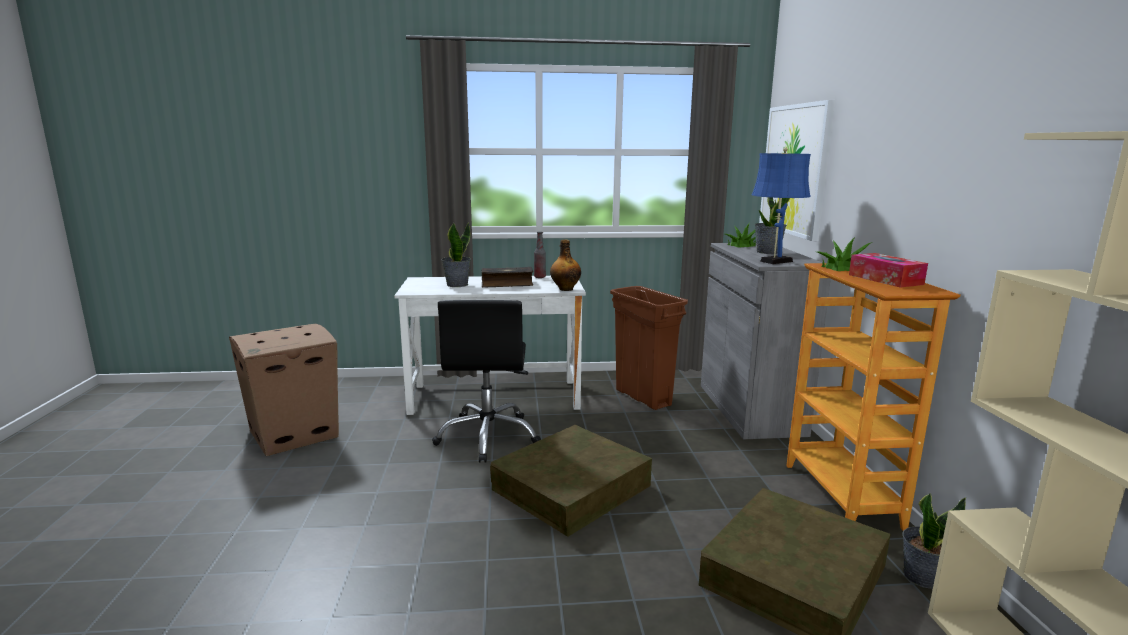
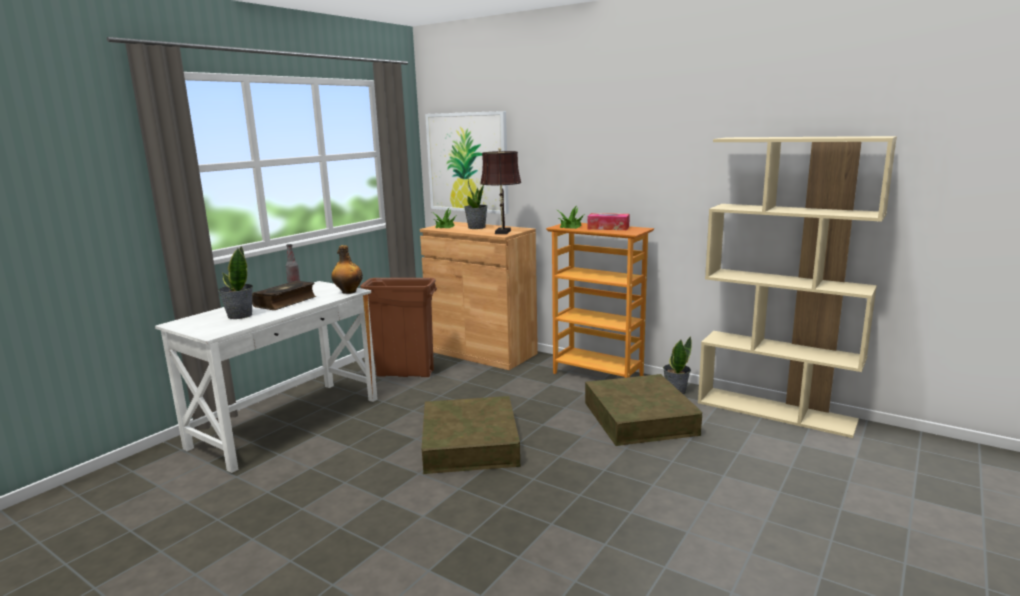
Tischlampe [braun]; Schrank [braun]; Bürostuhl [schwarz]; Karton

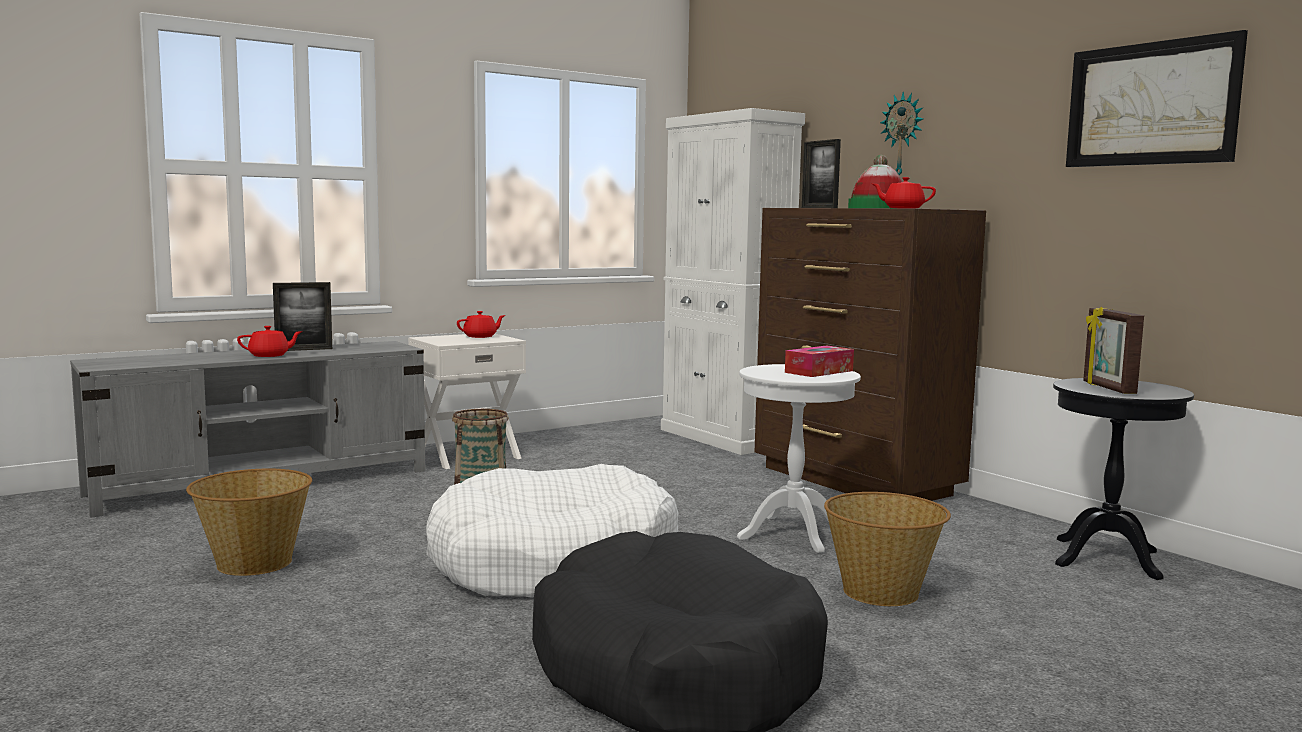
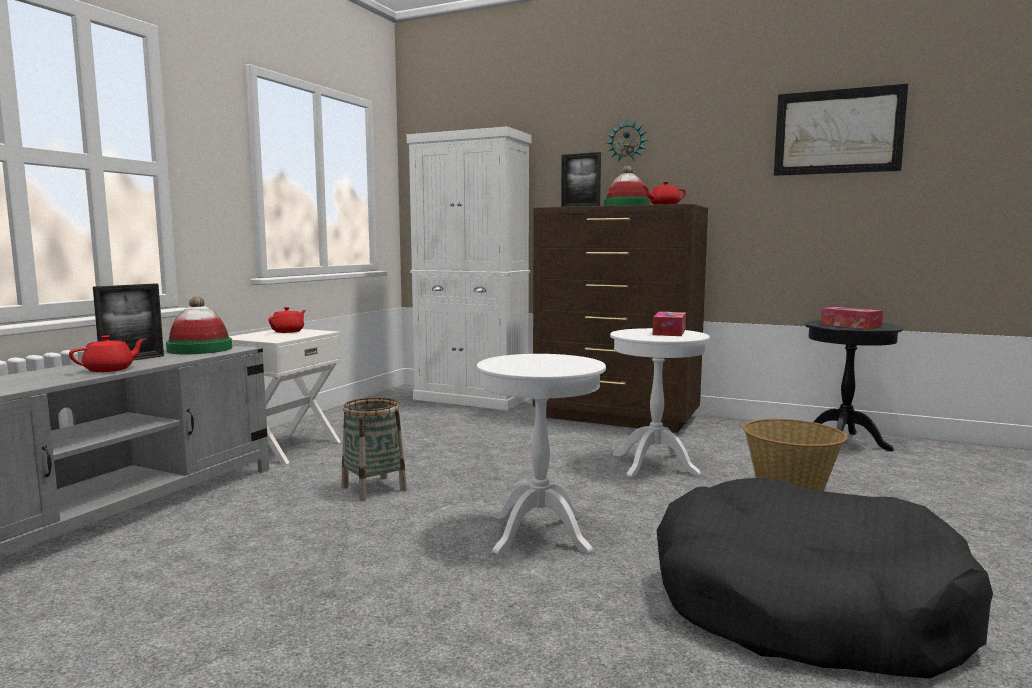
Taschentuchbox (2nd from left); Beistelltisch [weiß] (1st from left); Korb (1st from left in the first image); Hut (1st from left)

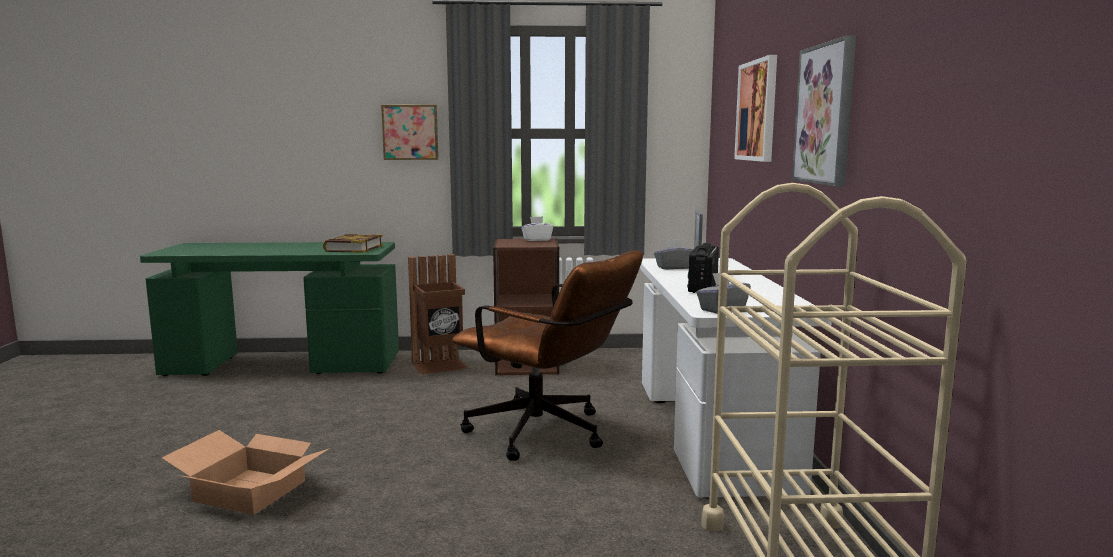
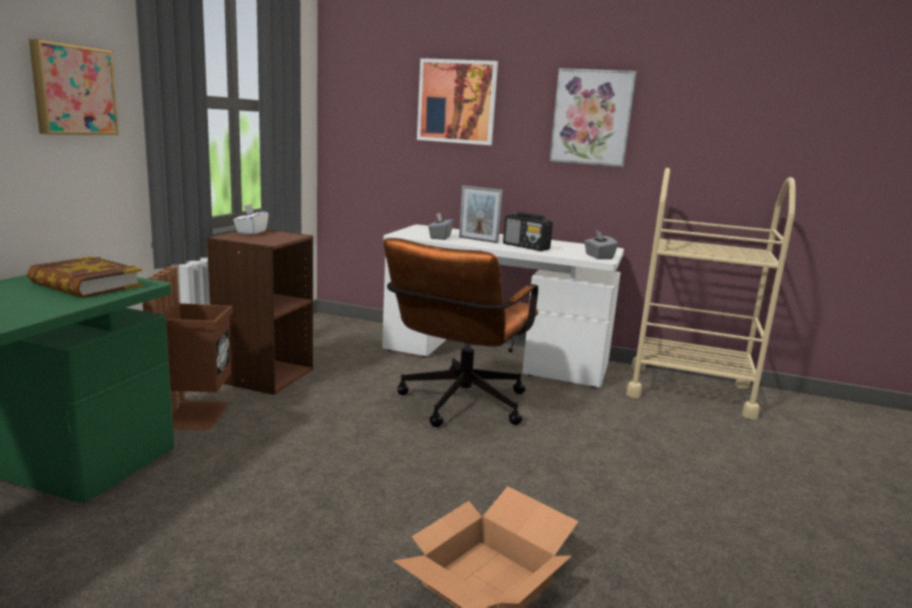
Bürostuhl [braun]

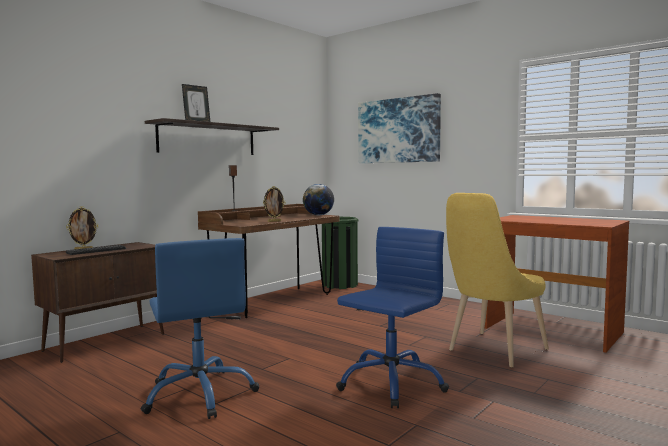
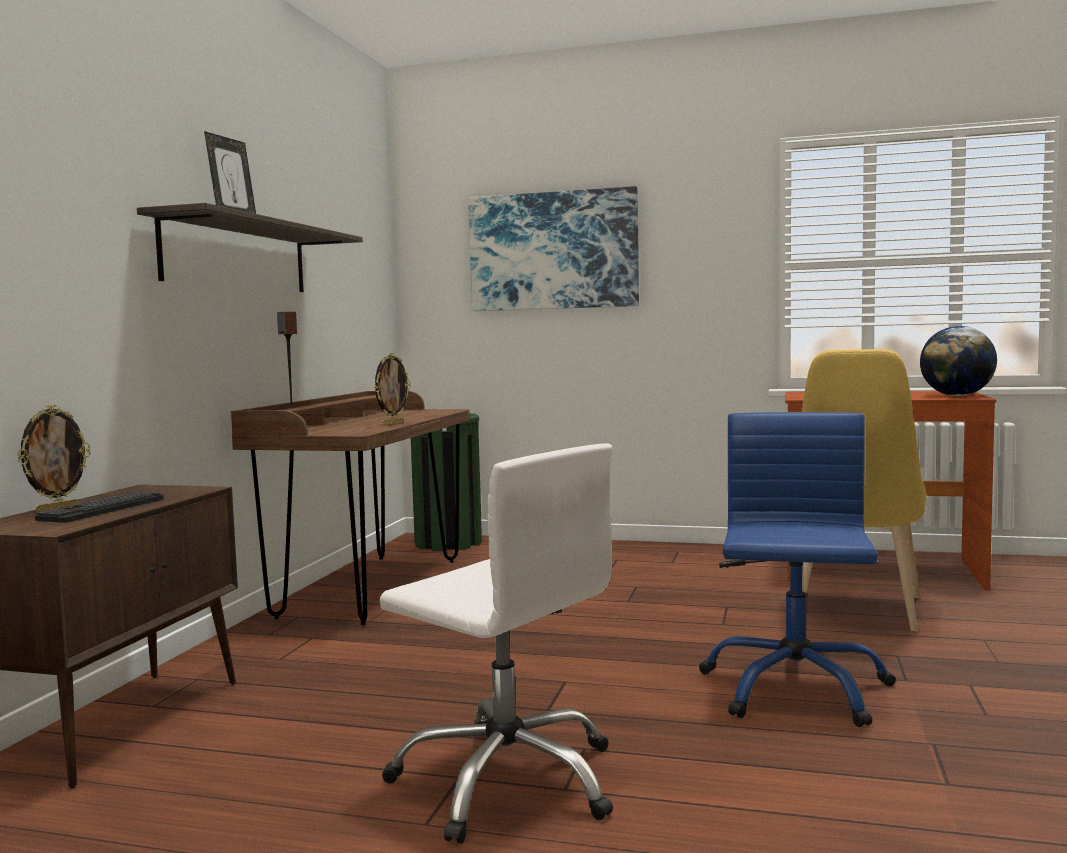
Globus; Bürostuhl [weiß]

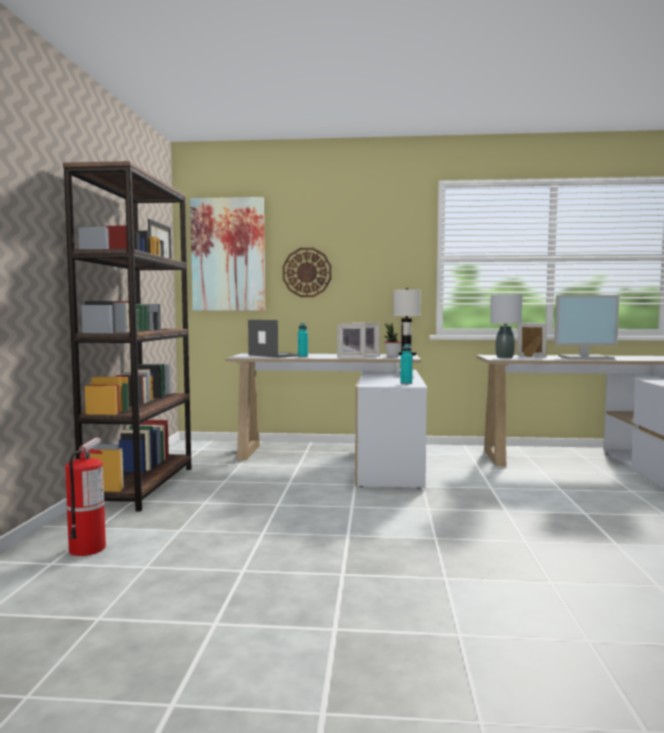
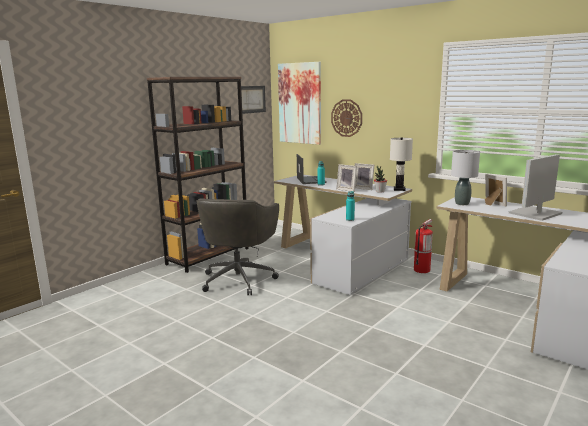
Monitor; Feuerlöscher; Bürostuhl [grau]

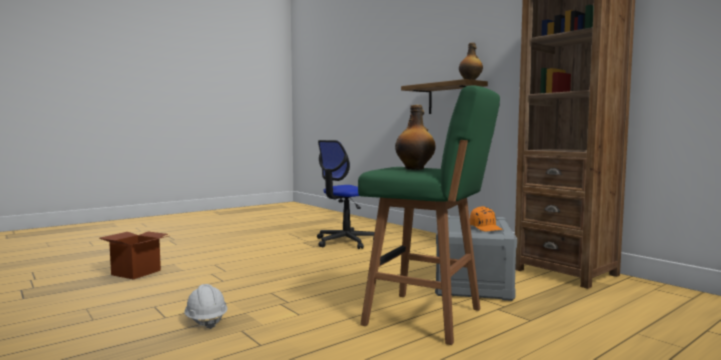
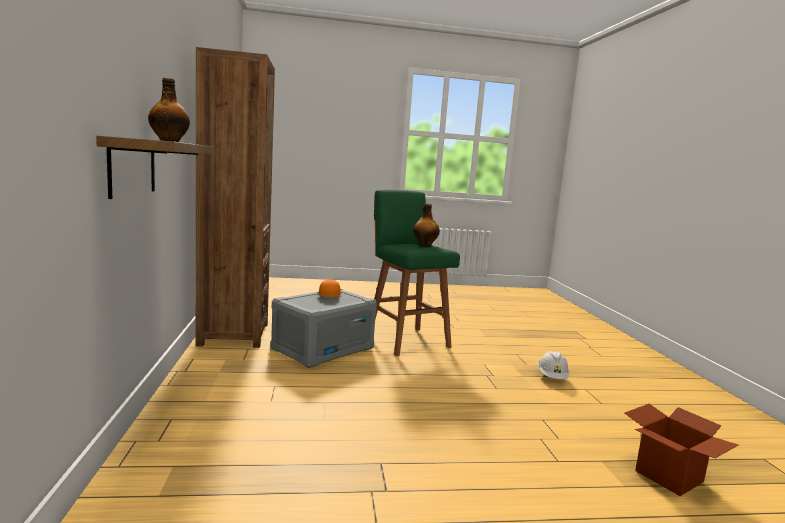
Bürostuhl

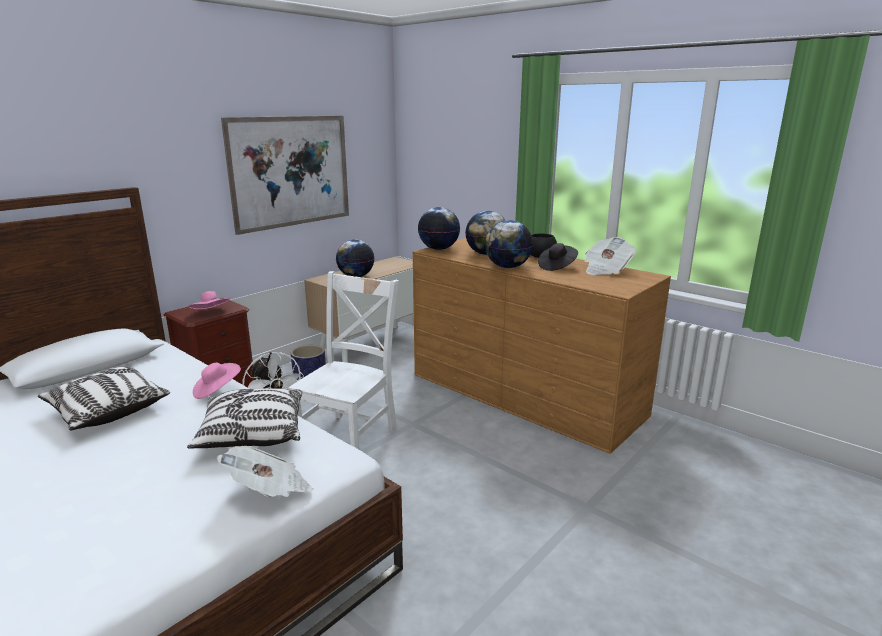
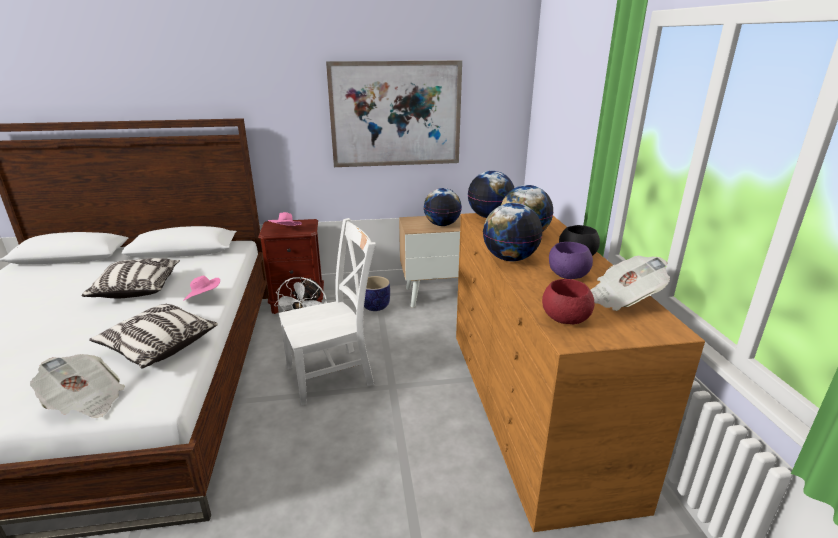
Schüssel [lila]; Schüssel [rot]

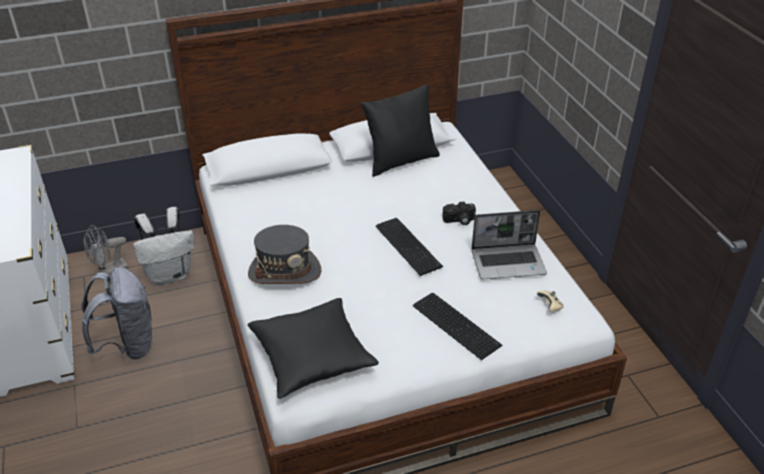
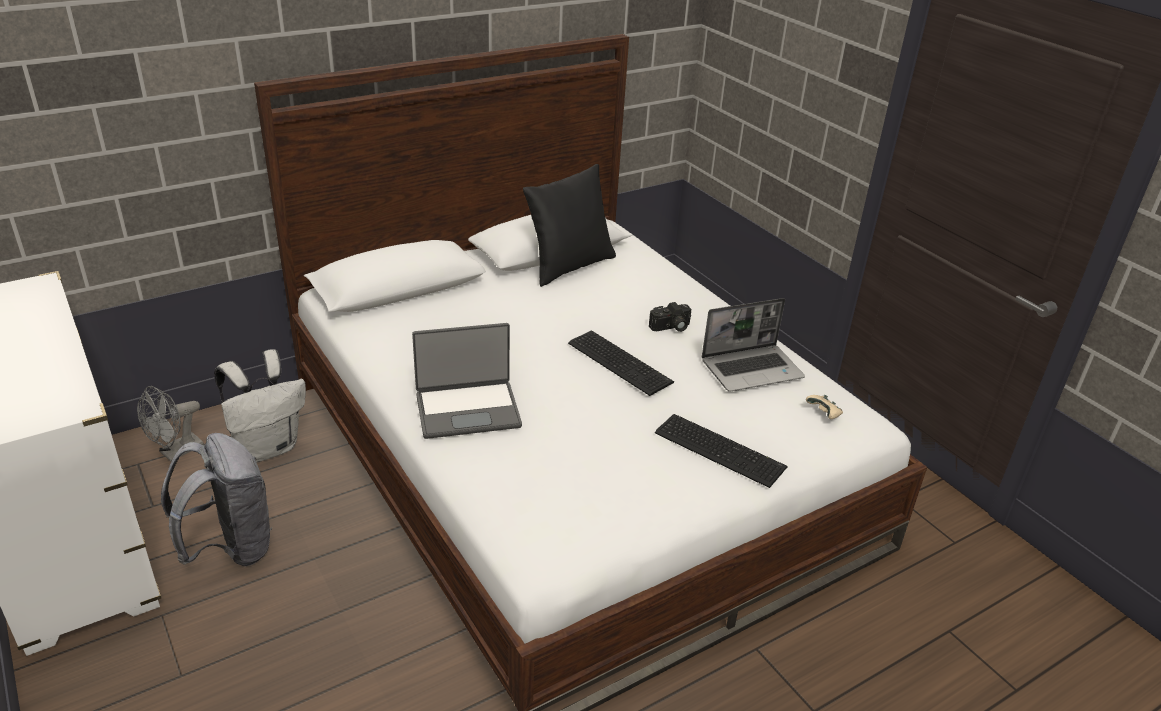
Laptop (1st from left); Kissen [schwarz] (1st from left in the first image)

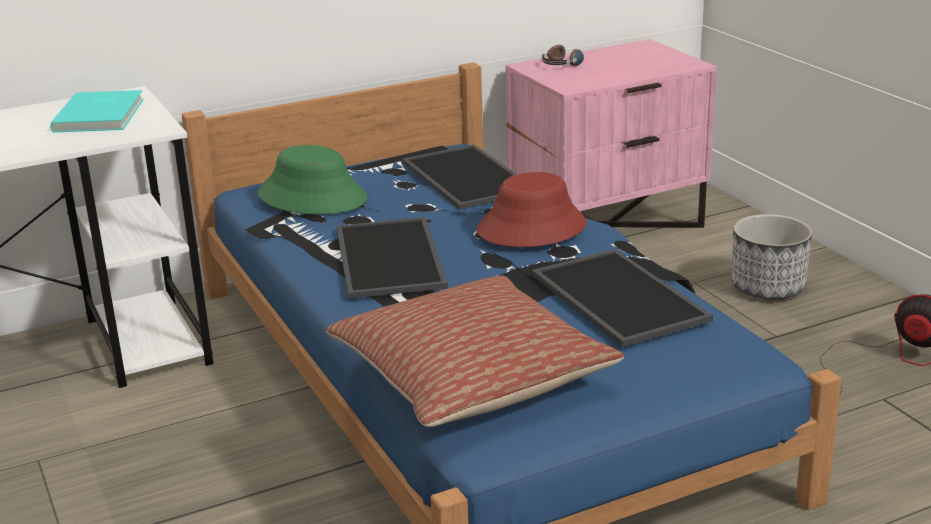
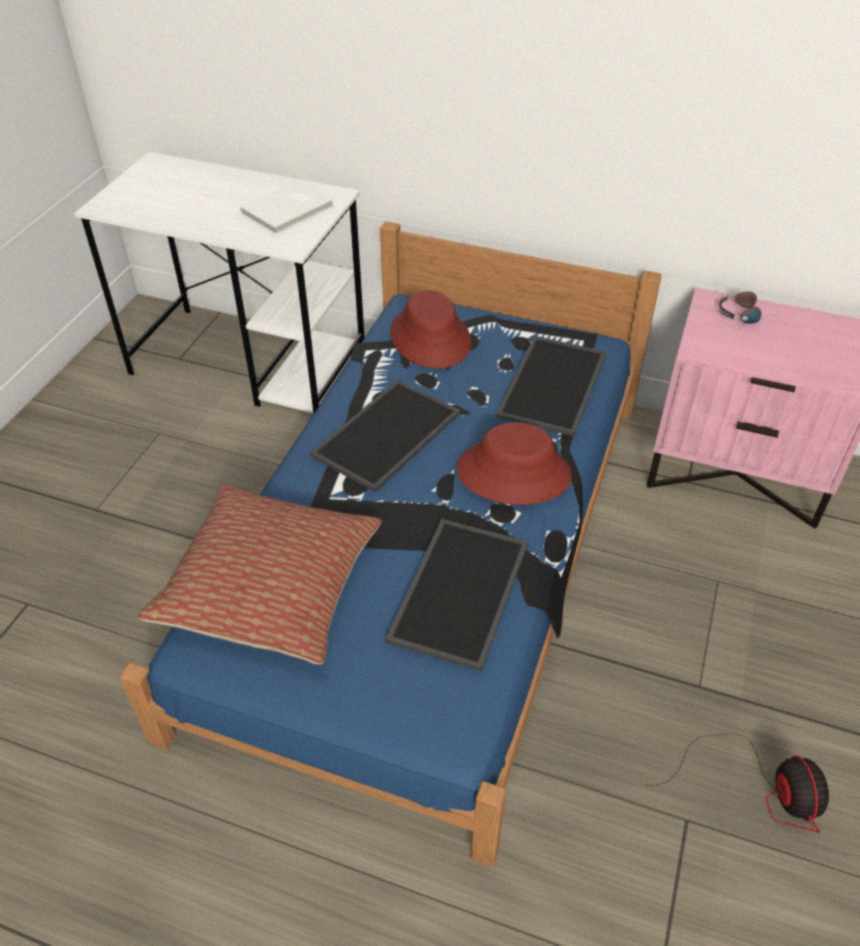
Buch [weiß]; Hut [rot] (1st from left); Pflanzkübel

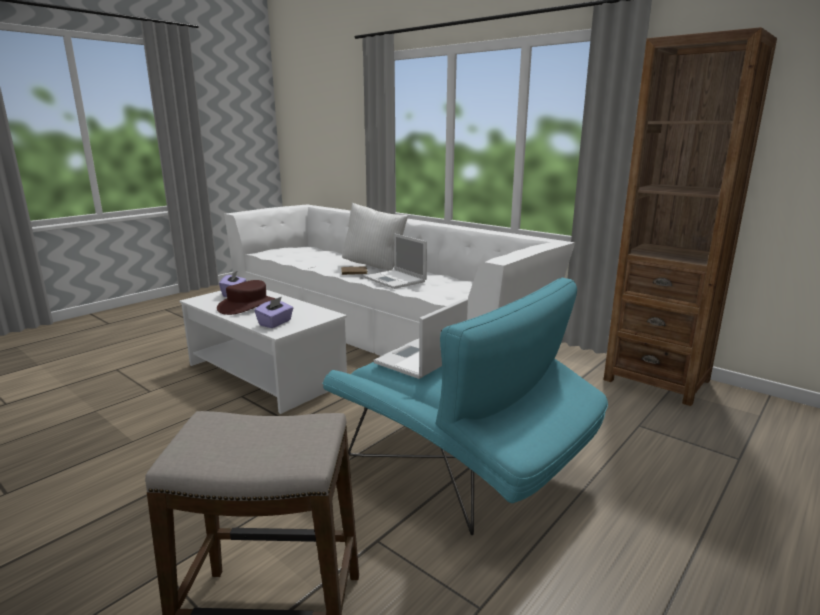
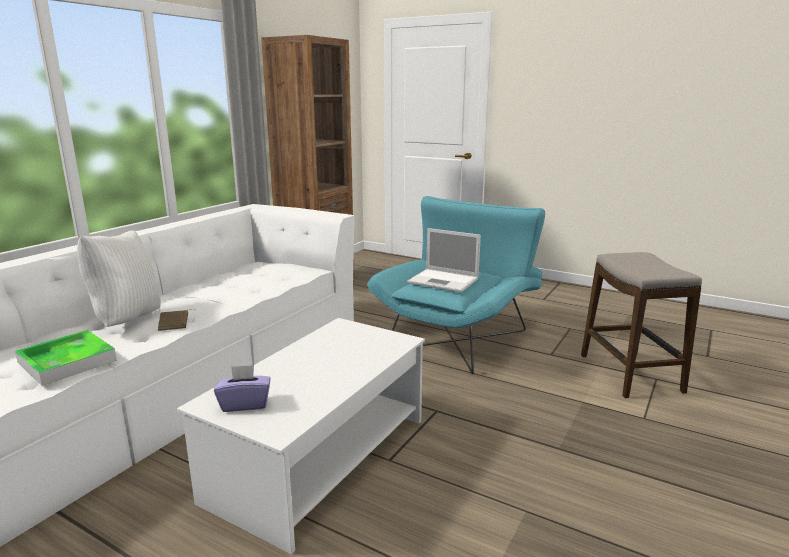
Laptop (1st from left in the first image); Hut [braun]; Taschentuchbox [lila] (2nd from left in the first image); Tablett

